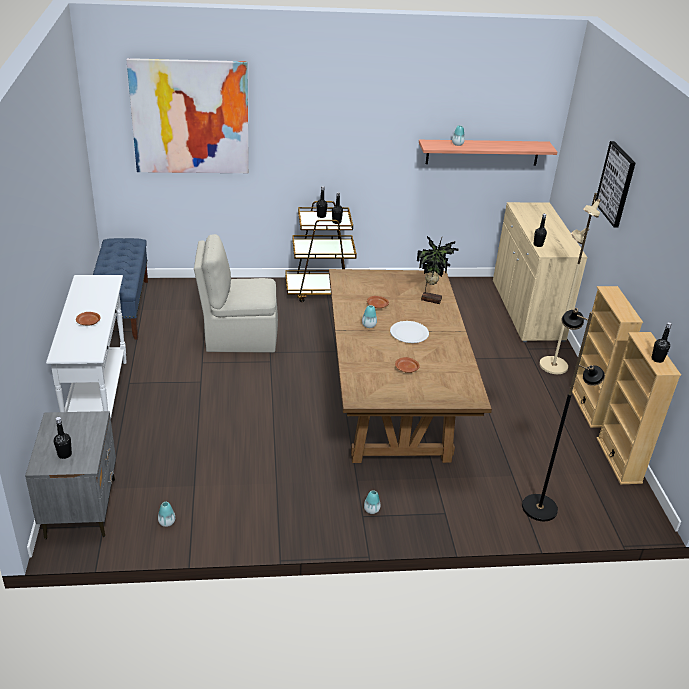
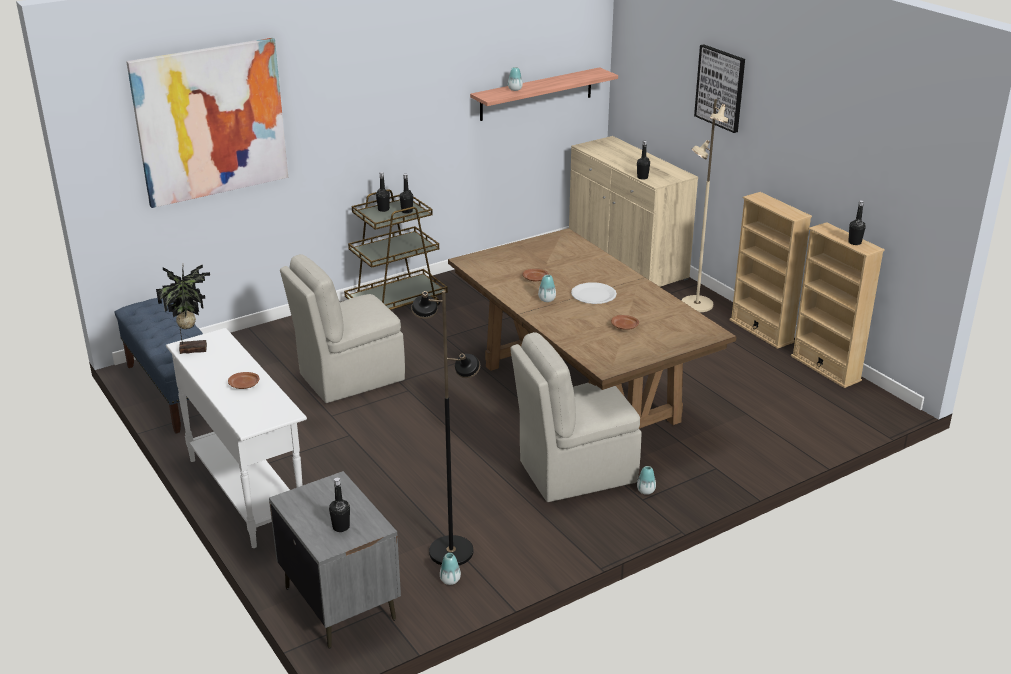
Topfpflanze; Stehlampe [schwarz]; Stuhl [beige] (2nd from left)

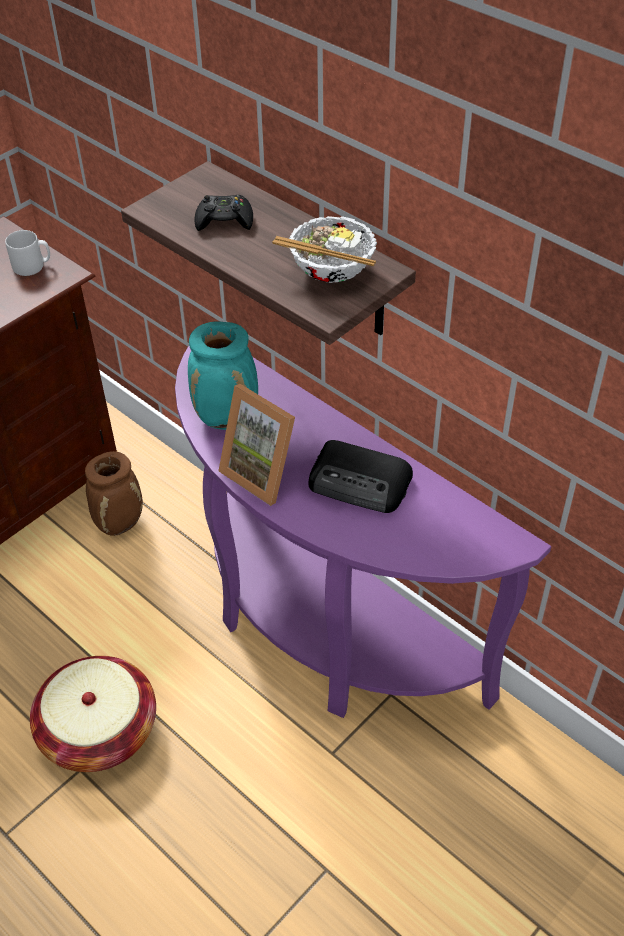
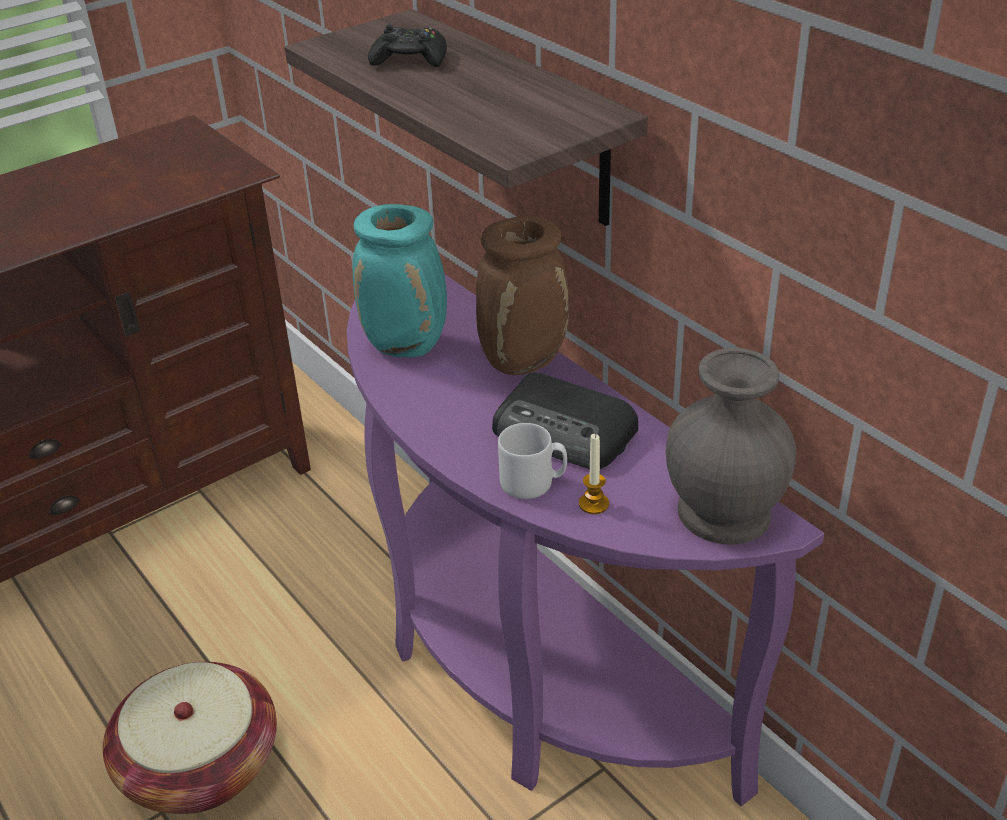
Schüssel; Henkelbecher [grau]; Bilderrahmen; Vase [braun]; Vase [grau]; Kerze

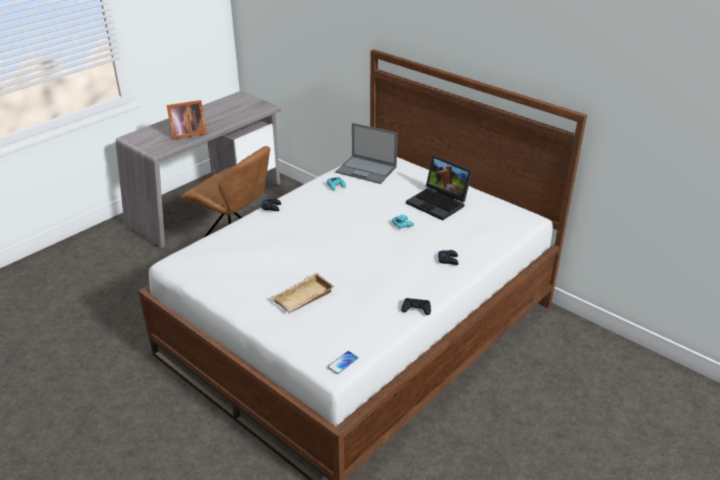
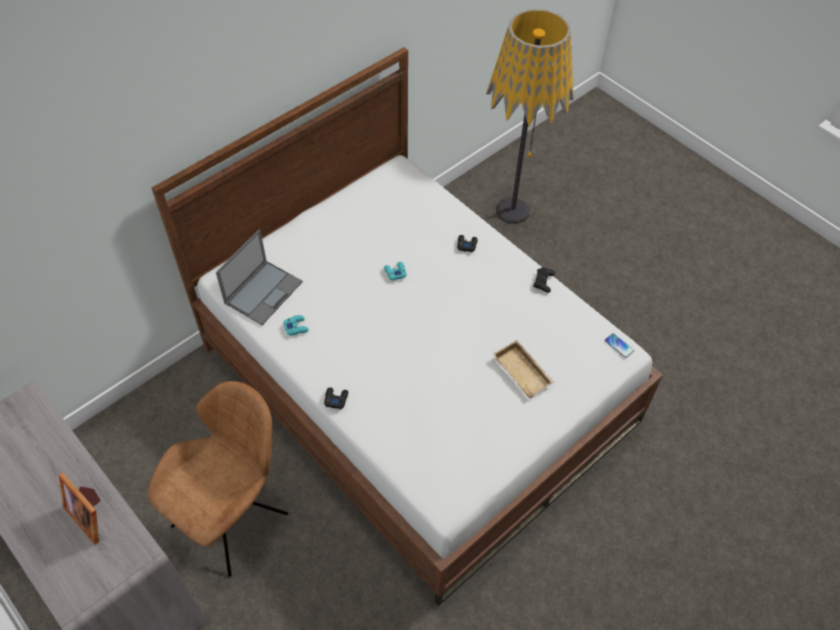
Bilderrahmen; Laptop (2nd from left in the first image); Stehlampe

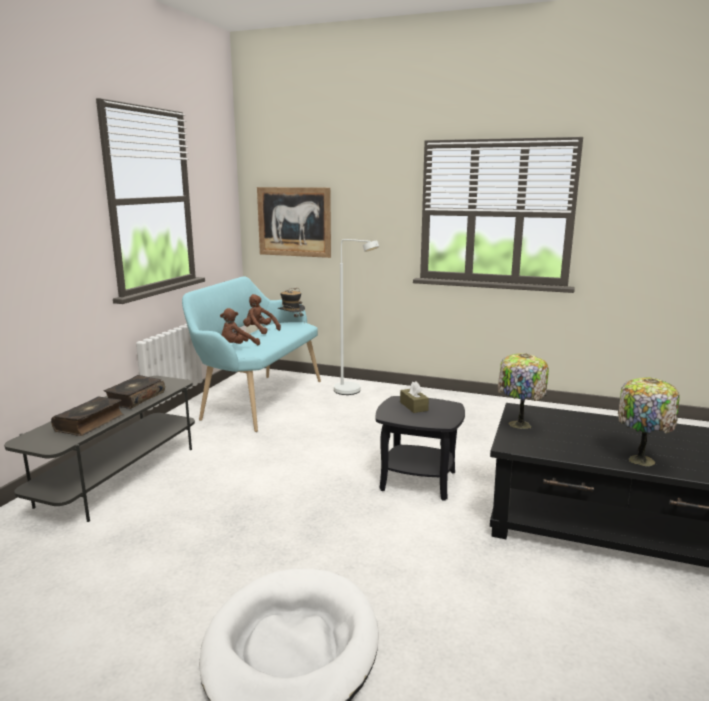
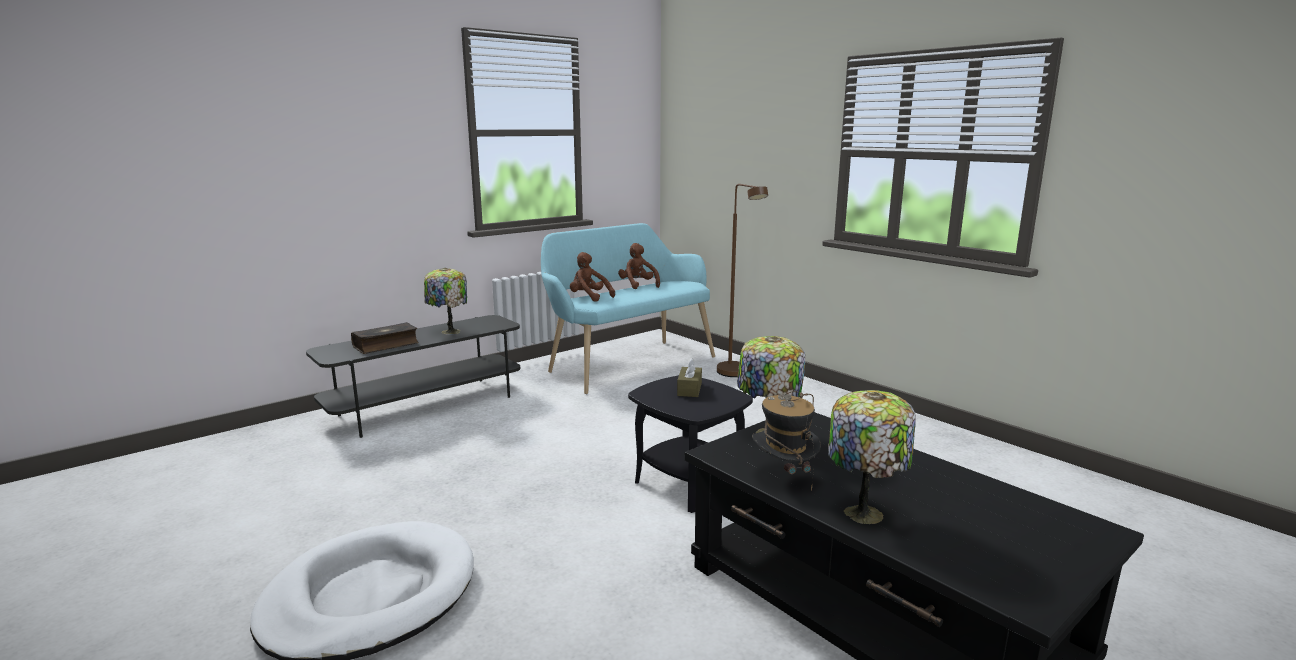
Bild; Stehlampe [braun]; Hut; Plüschtier [braun] (1st from left); Tischlampe (1st from left)

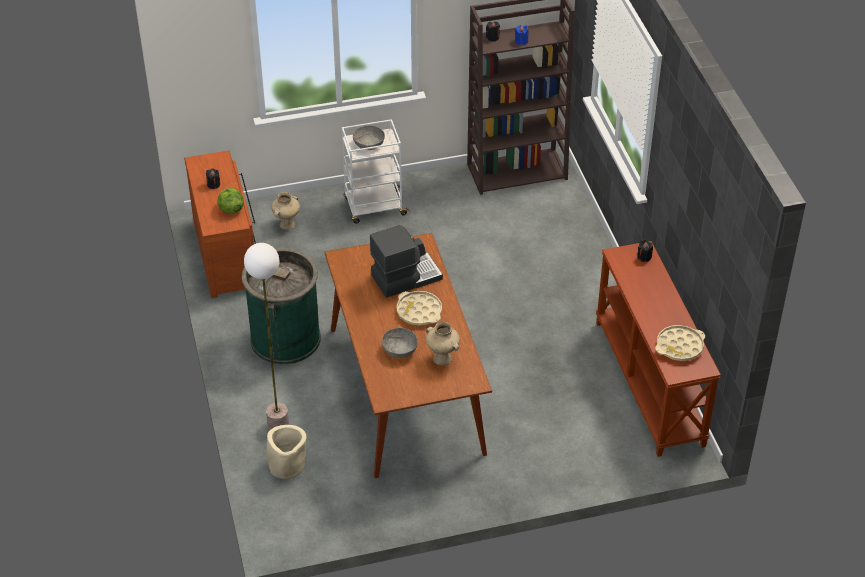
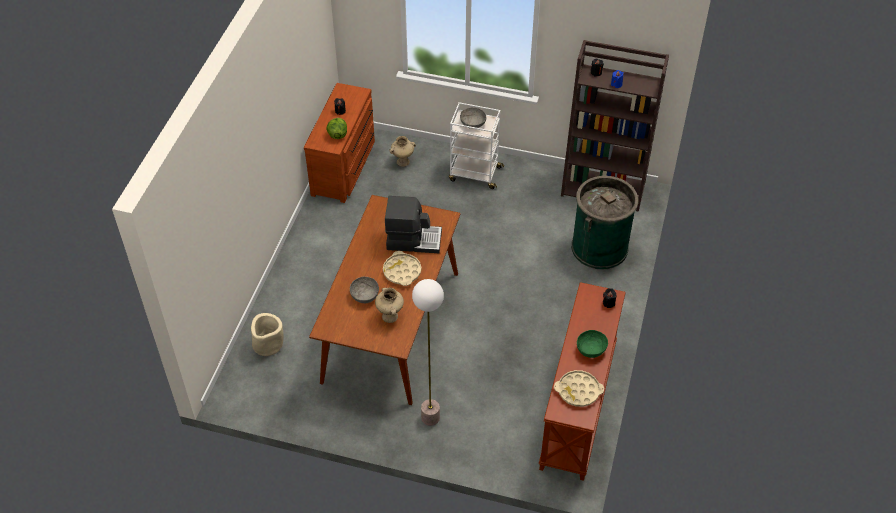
Stehlampe; Mülleimer [grün]; Schüssel [grün]

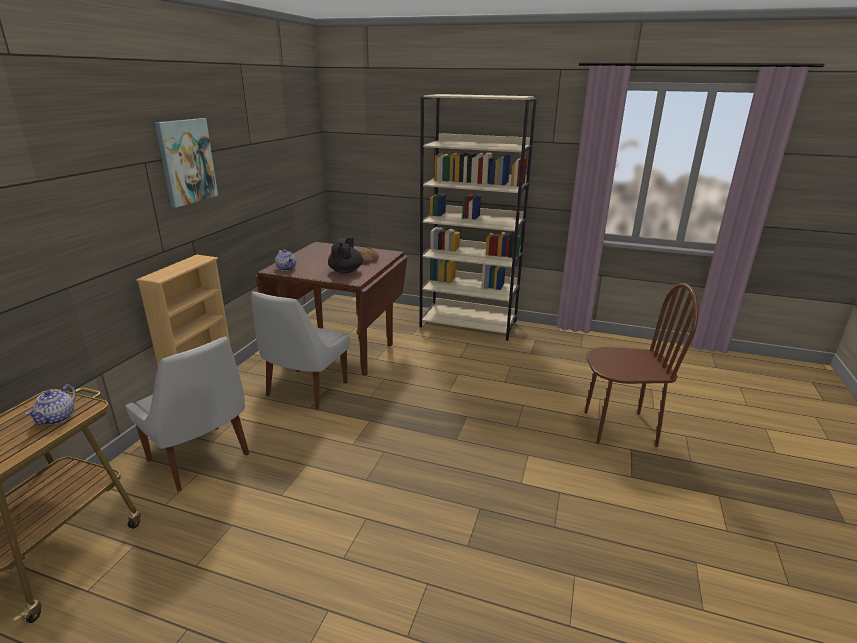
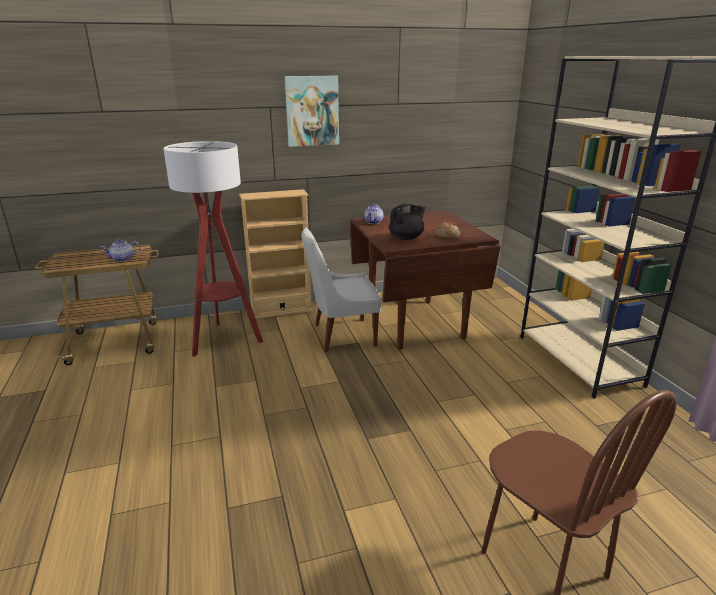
Stehlampe

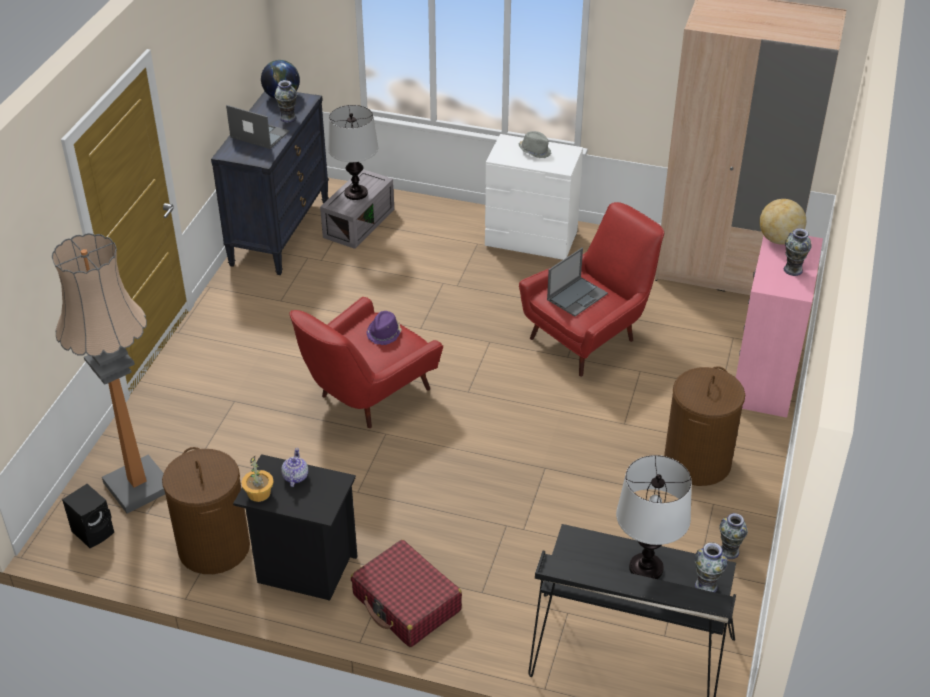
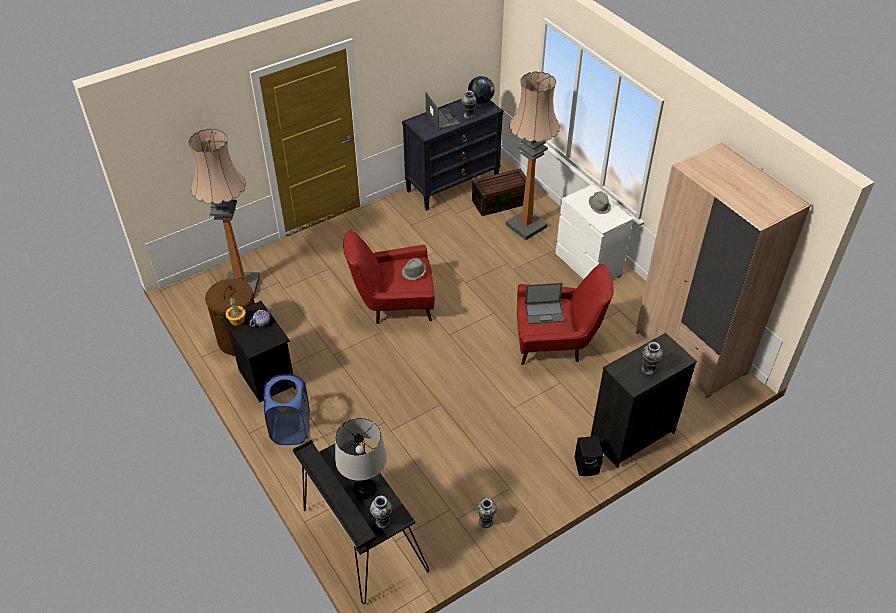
Tischlampe (1st from left in the first image); Aufbewahrungsbox [braun]; Globus (2nd from left in the first image); Kommode [schwarz] (2nd from left); Hut [grau] (1st from left); Wäschekorb [braun] (2nd from left in the first image); Lautsprecher [schwarz]; Wäschekorb [blau]; Stehlampe (2nd from left)

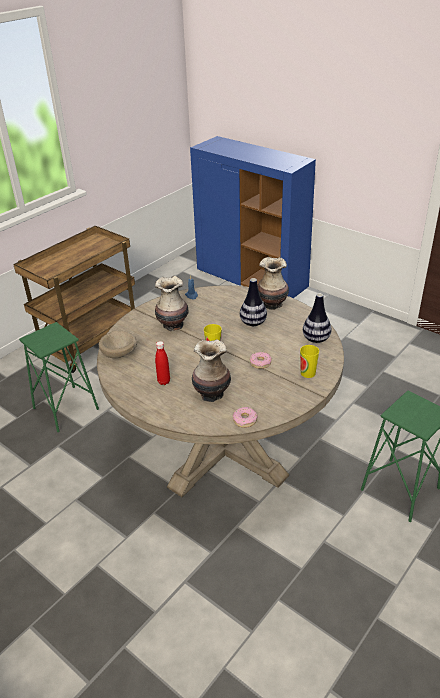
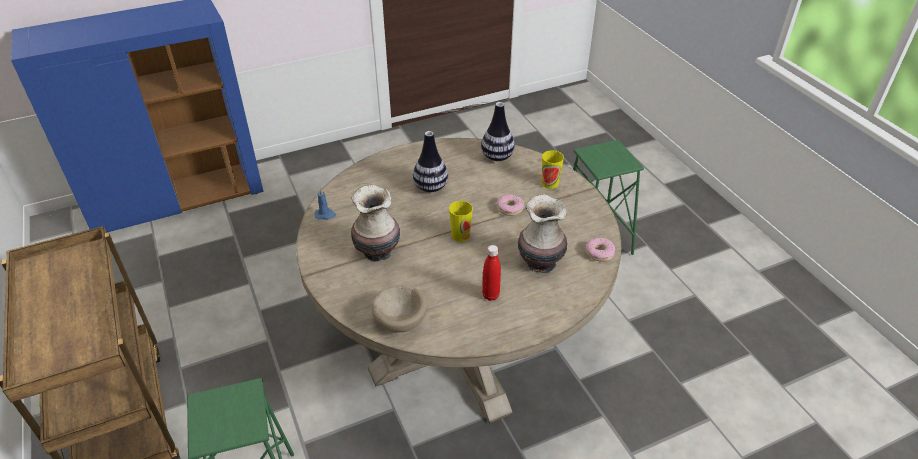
Vase (4th from left in the first image)

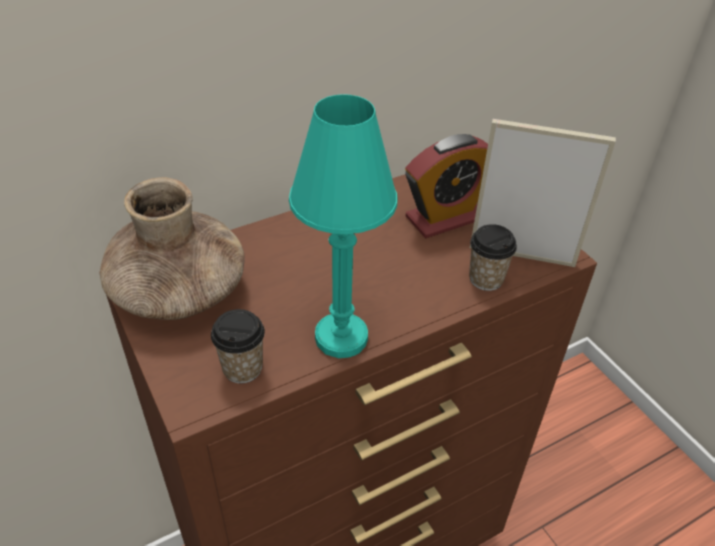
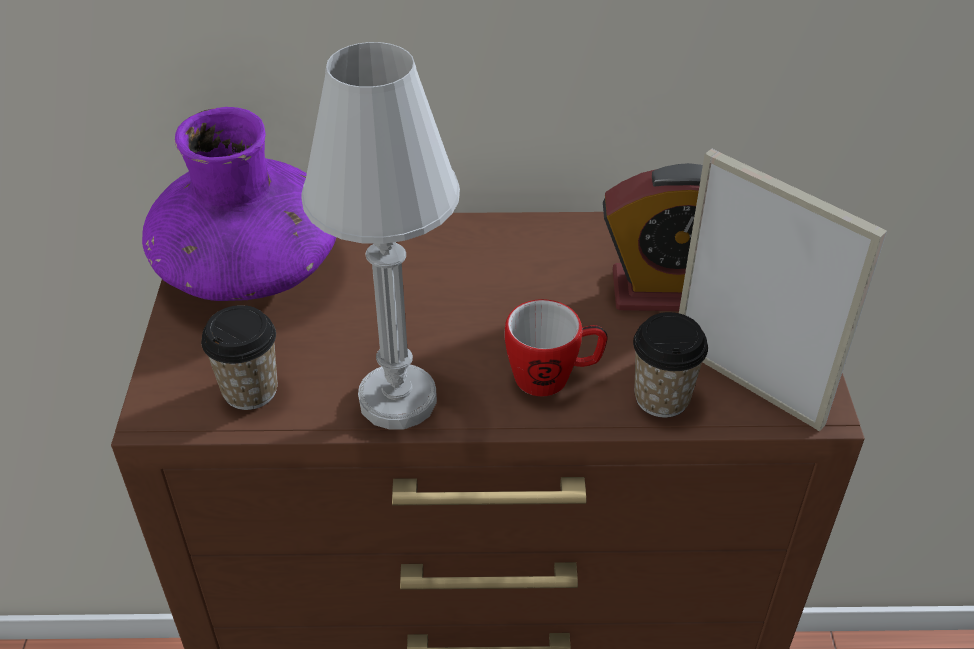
Tischlampe [weiß]; Vase [lila]; Henkelbecher

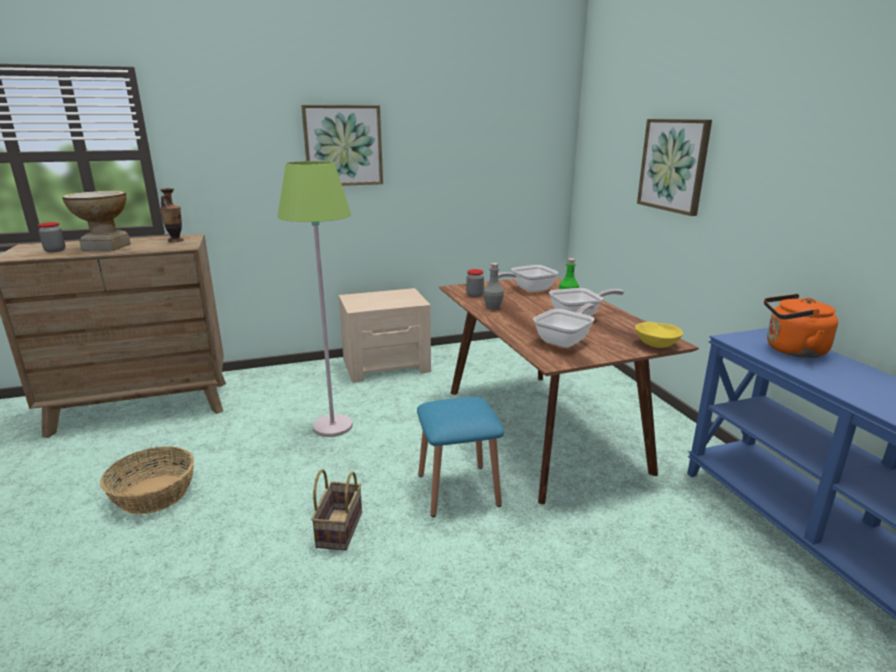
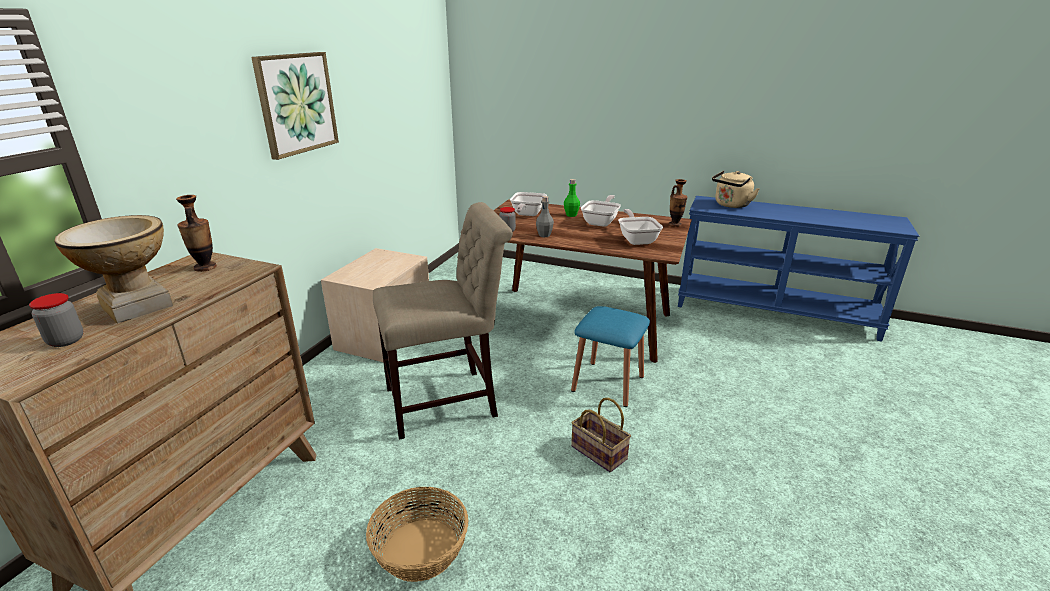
Bild (2nd from left in the first image); Stuhl [beige]; Wasserkessel [beige]; Vase (3rd from left)

